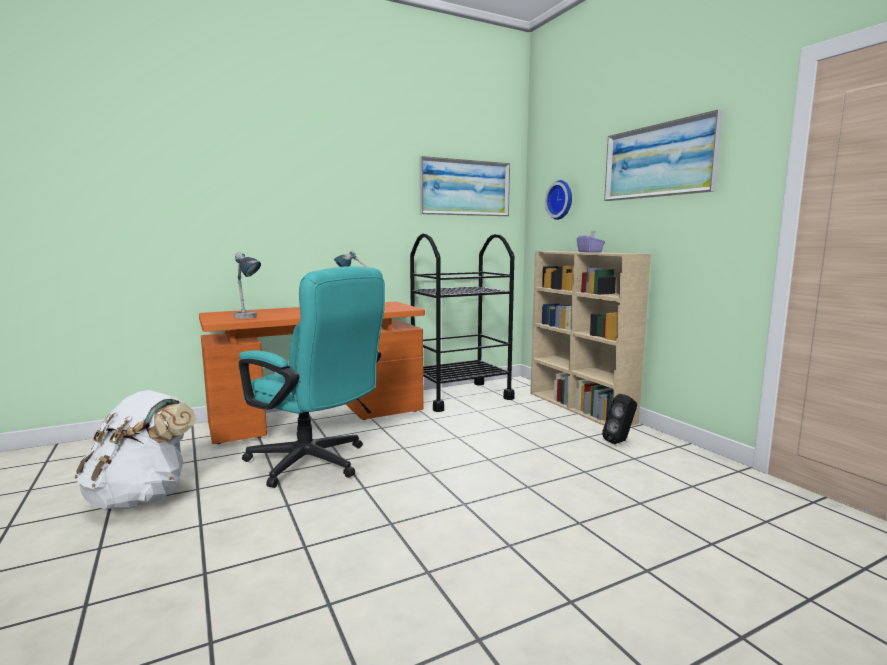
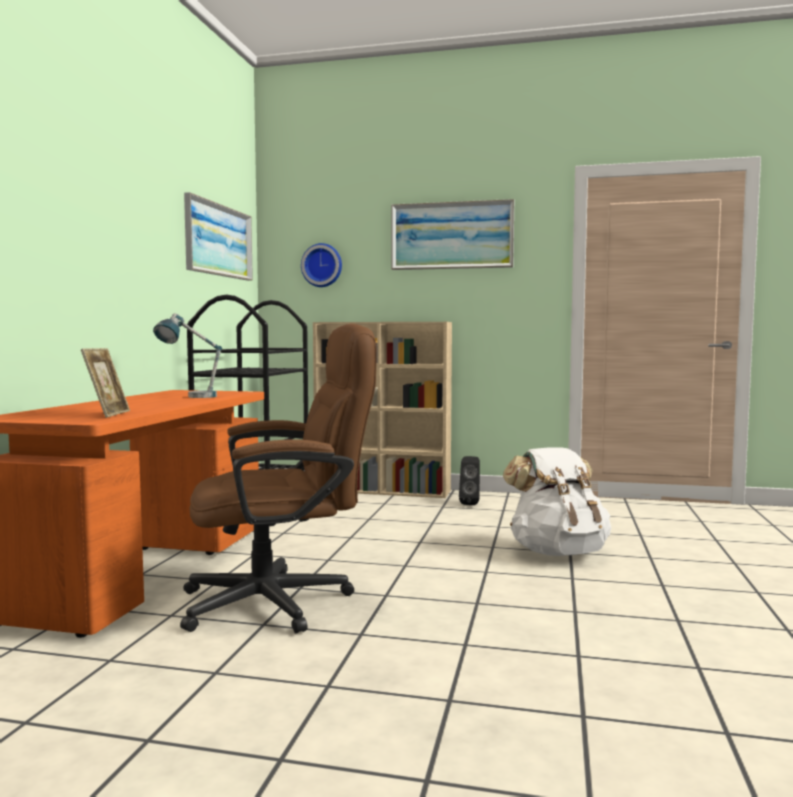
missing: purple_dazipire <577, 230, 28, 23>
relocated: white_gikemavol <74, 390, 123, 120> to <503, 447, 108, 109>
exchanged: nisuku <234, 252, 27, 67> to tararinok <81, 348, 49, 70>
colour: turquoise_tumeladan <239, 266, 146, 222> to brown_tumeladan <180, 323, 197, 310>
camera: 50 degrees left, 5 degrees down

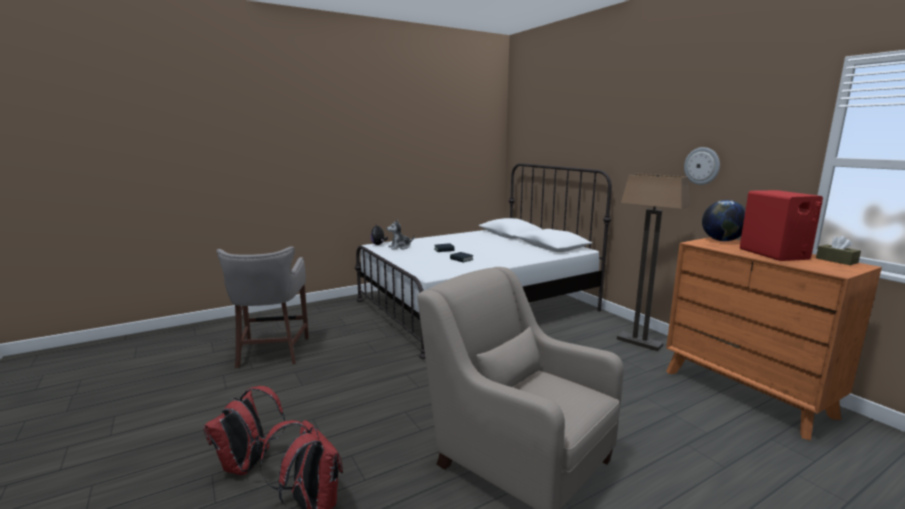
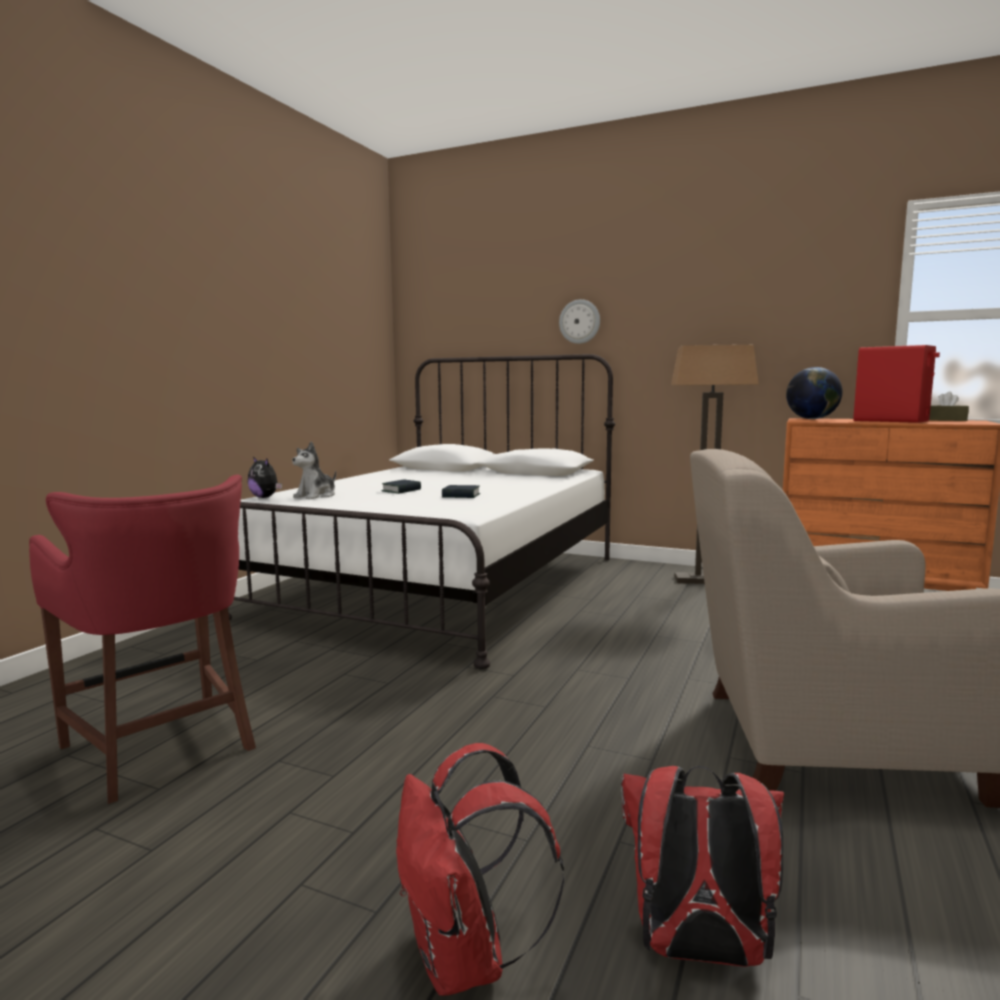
relocated: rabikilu <684, 147, 36, 38> to <559, 299, 41, 45>
colour: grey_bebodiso <216, 247, 93, 121> to red_bebodiso <29, 475, 227, 329>
camera: 35 degrees left, 5 degrees down

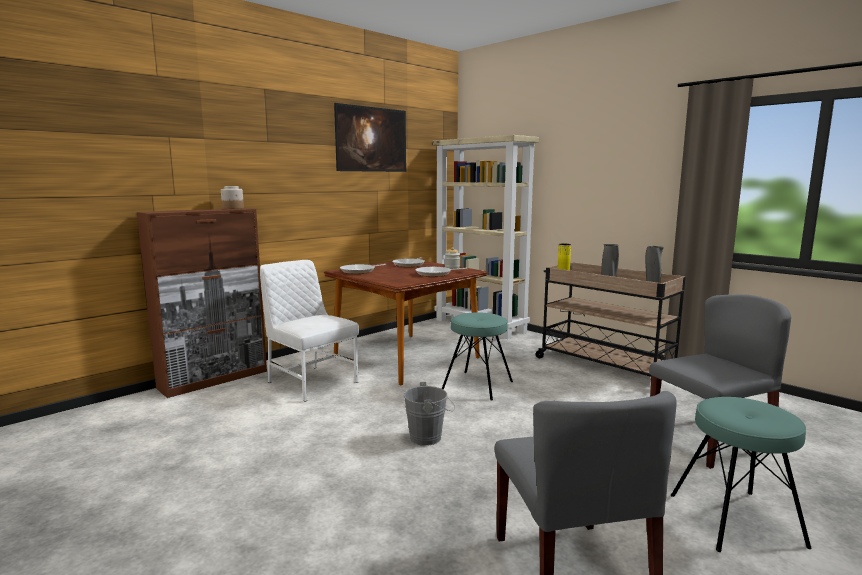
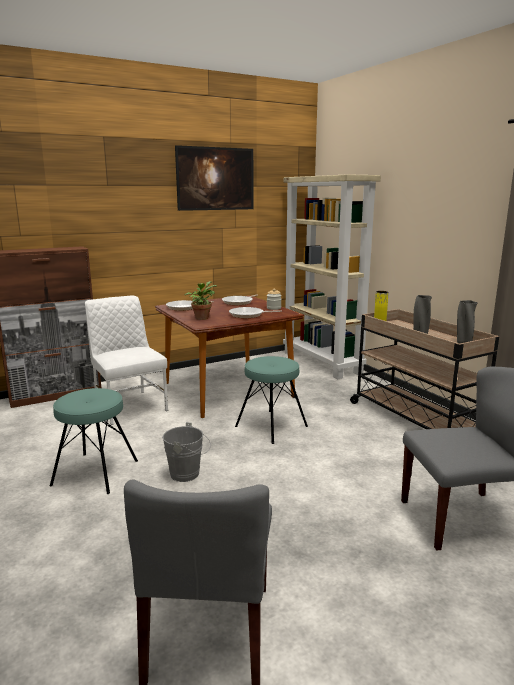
missing: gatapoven <221, 186, 23, 23>
appeared: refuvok <185, 281, 32, 39>
relocated: turquoise_bebodiso <671, 397, 140, 155> to <50, 388, 88, 106>
camera: 15 degrees right, 5 degrees up

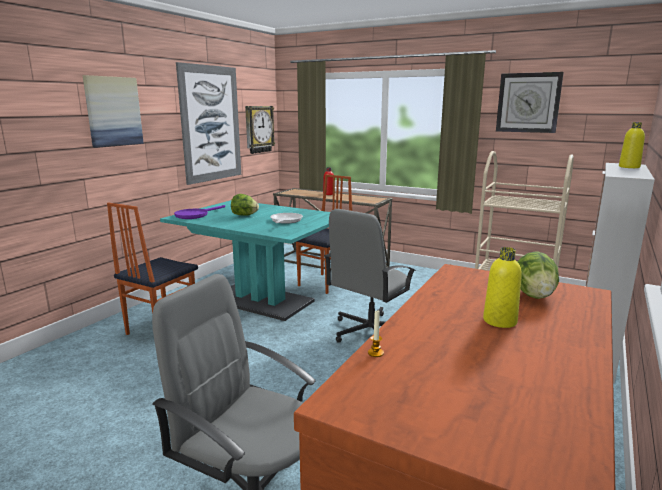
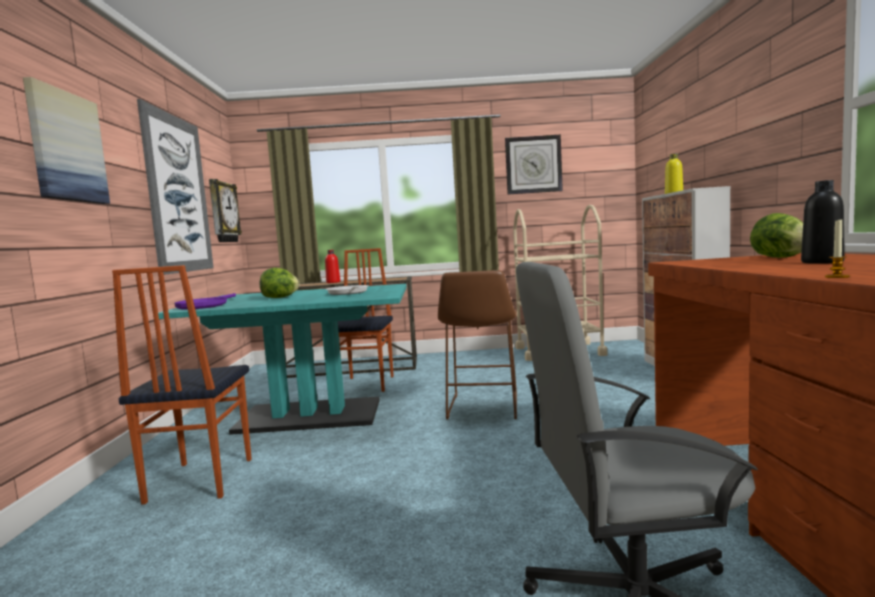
exchanged: grey_tumeladan <324, 209, 92, 134> to brown_bebodiso <438, 270, 79, 150>
colour: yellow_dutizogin <483, 247, 39, 81> to black_dutizogin <801, 180, 44, 84>
camera: 30 degrees left, 10 degrees down

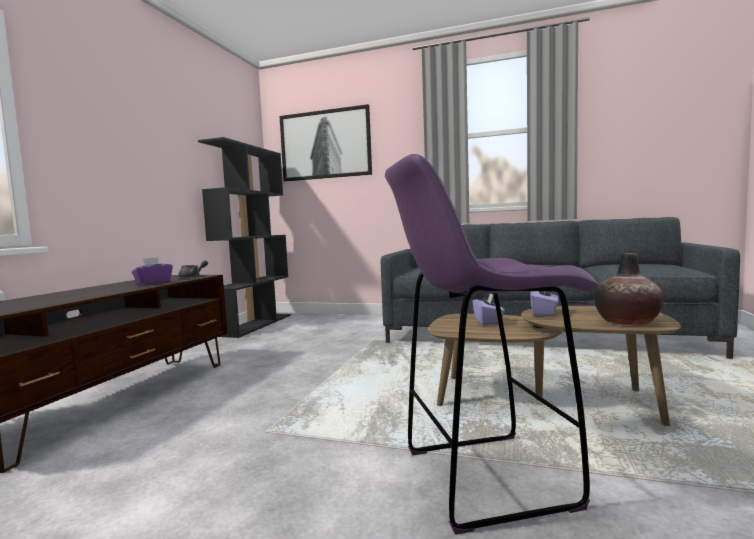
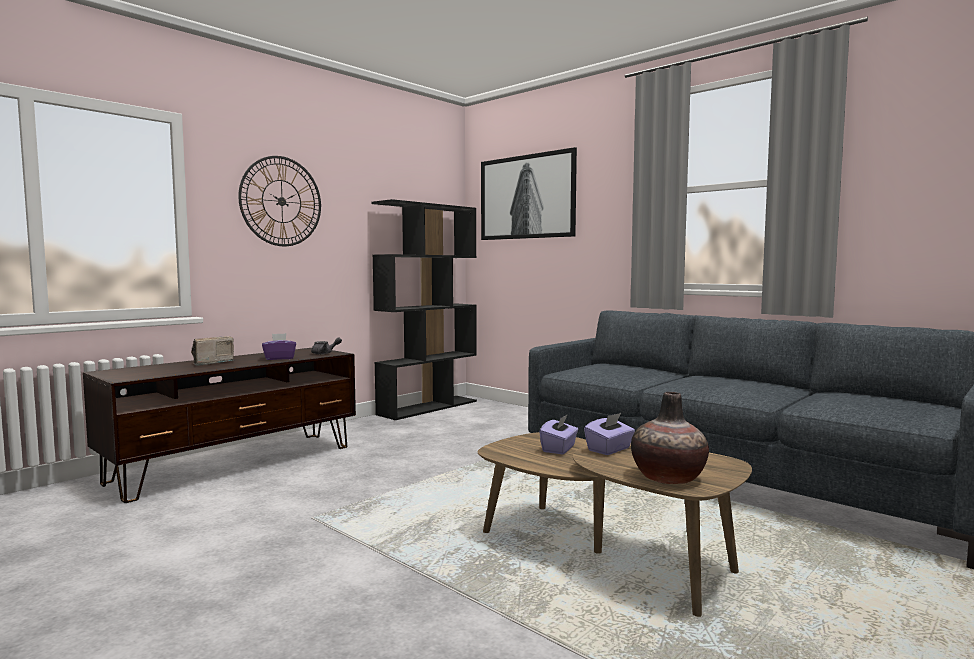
missing: purple_bebodiso <385, 154, 214, 381>
appeared: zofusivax <191, 336, 43, 30>; rabikilu <238, 156, 83, 90>
camera: 25 degrees right, 0 degrees up

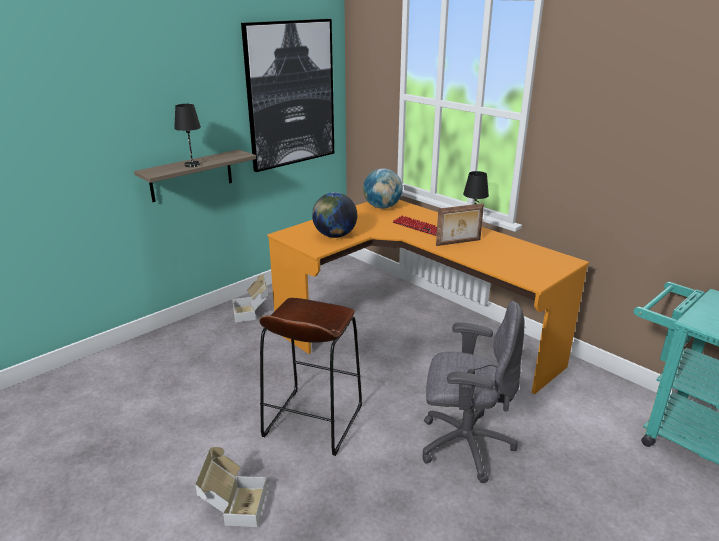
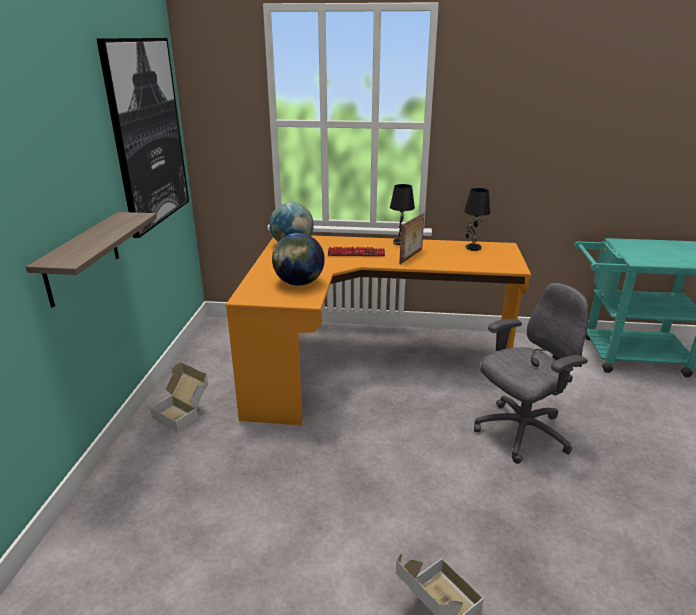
missing: brown_bebodiso <259, 298, 103, 158>
relocated: black_nisuku <174, 104, 27, 63> to <464, 188, 26, 63>
camera: 40 degrees left, 0 degrees up

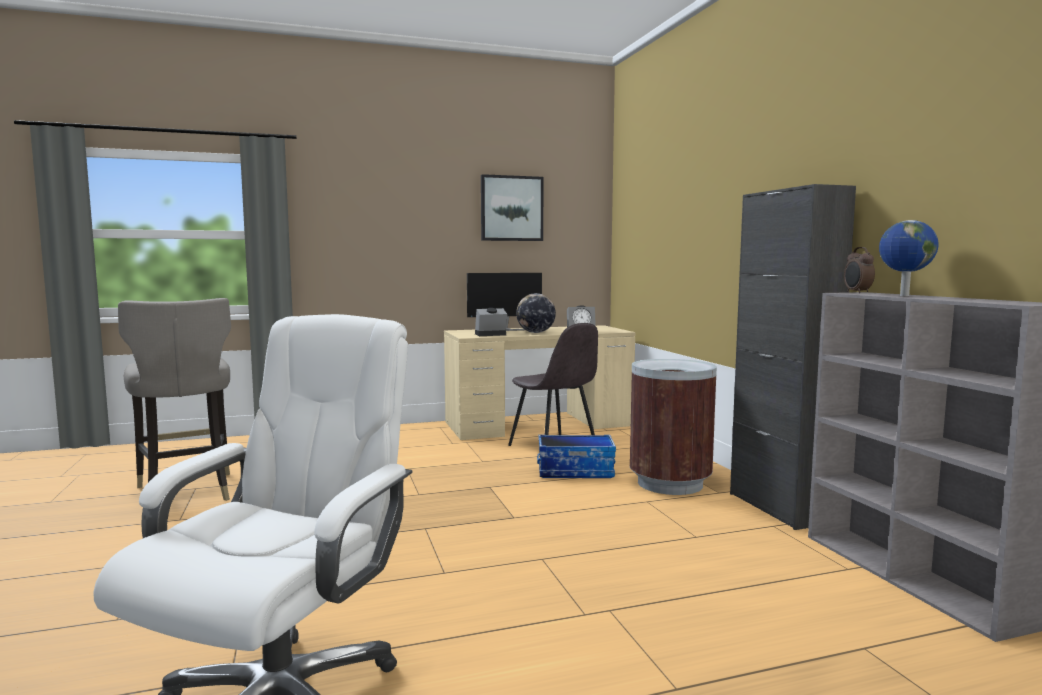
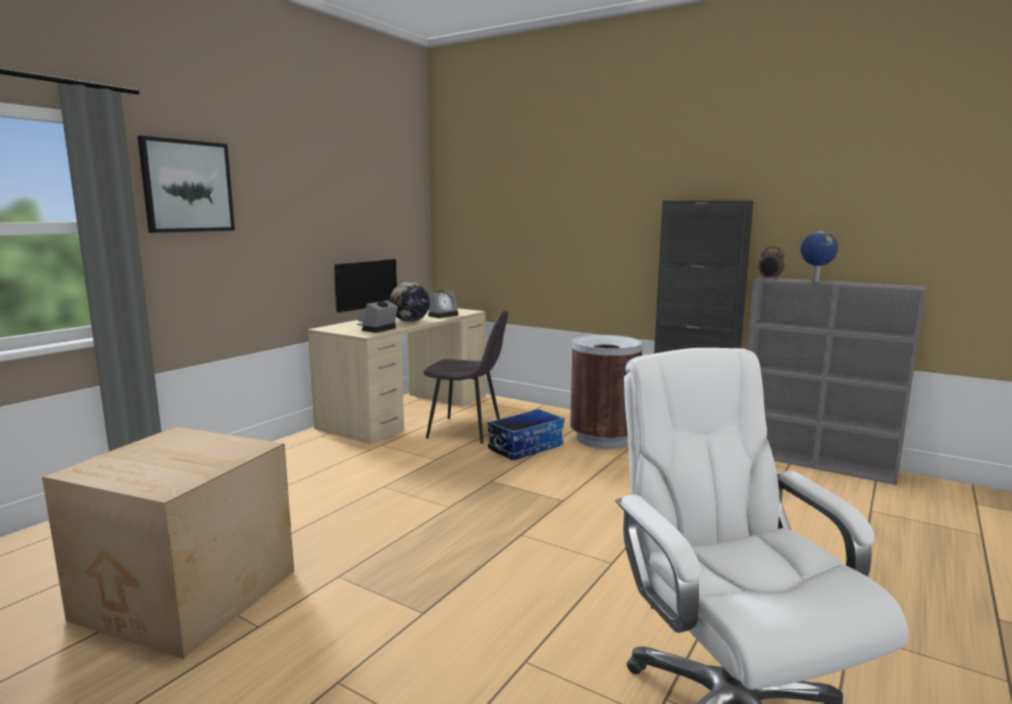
relocated: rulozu <481, 174, 63, 67> to <138, 136, 97, 97>
exchanged: grey_bebodiso <118, 298, 113, 203> to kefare <42, 426, 252, 233>
camera: 40 degrees left, 5 degrees up

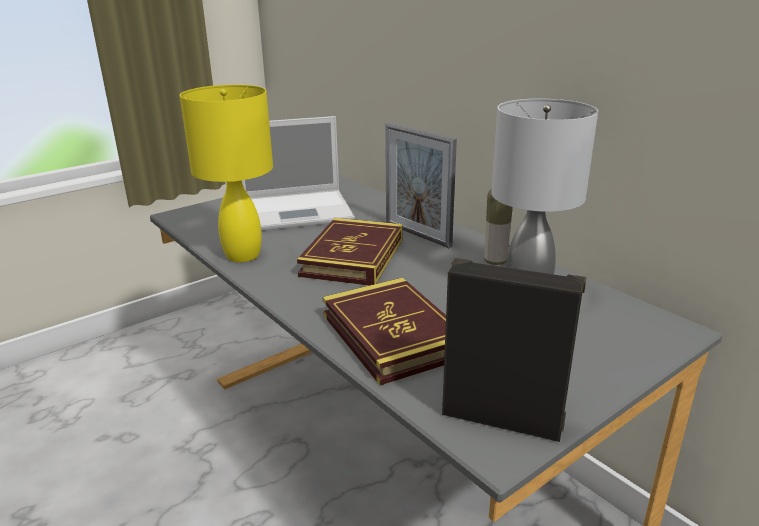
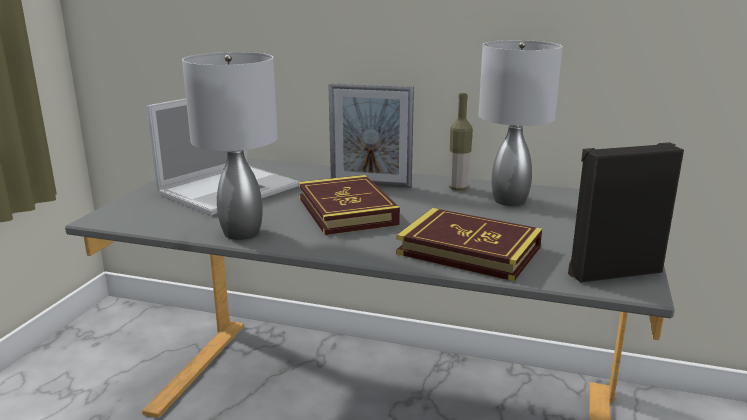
colour: yellow_nisuku <180, 85, 93, 177> to grey_nisuku <182, 52, 96, 188>
camera: 35 degrees left, 5 degrees down

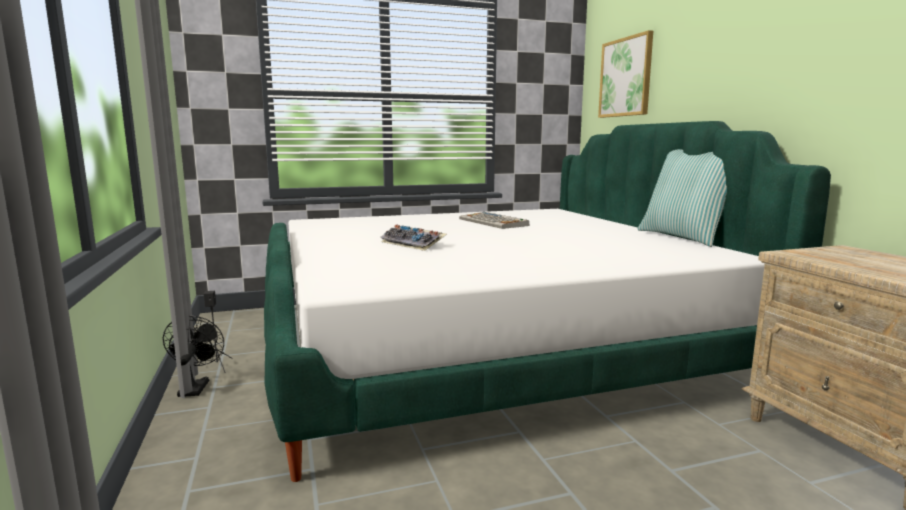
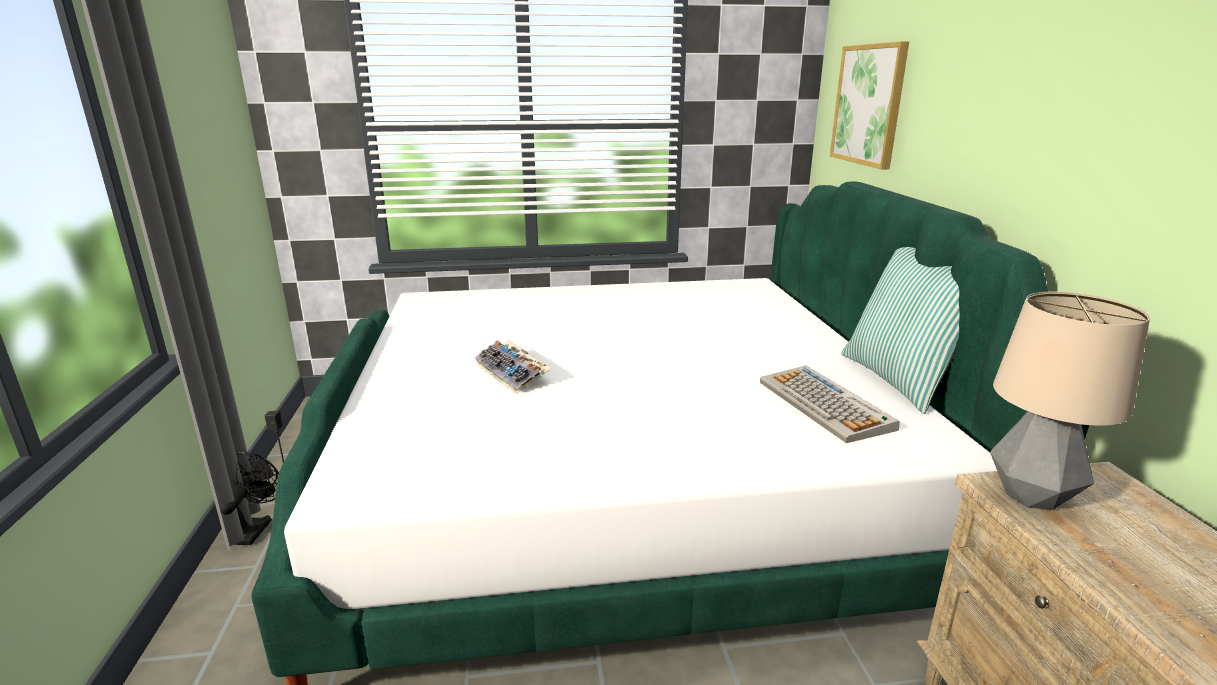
appeared: nisuku <990, 292, 160, 218>
relocated: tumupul <459, 212, 70, 17> to <760, 365, 140, 78>
camera: 10 degrees right, 10 degrees up

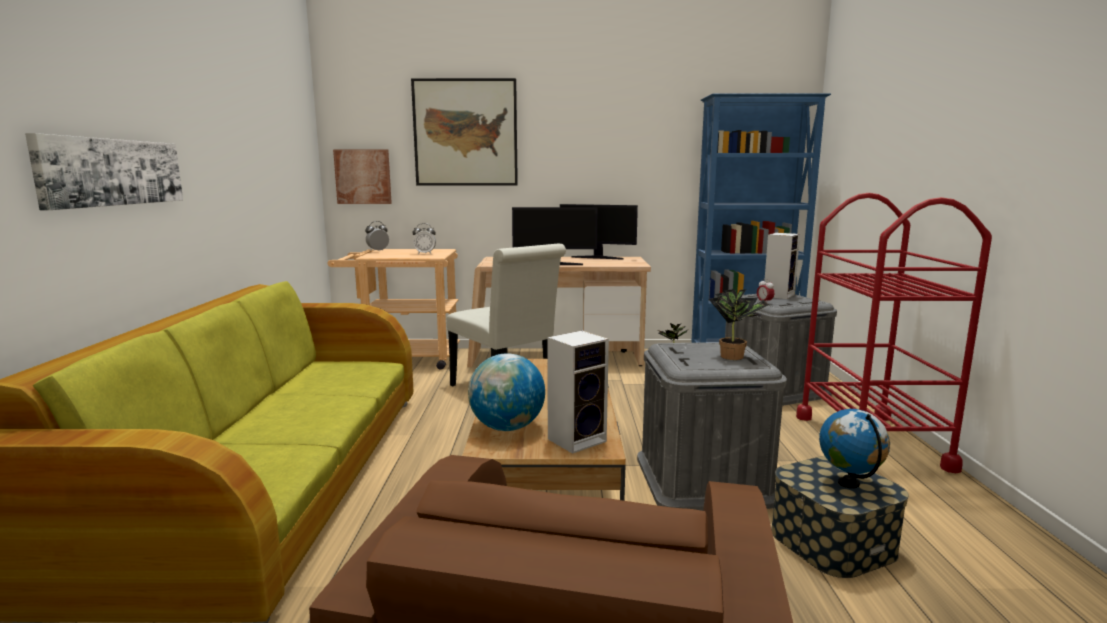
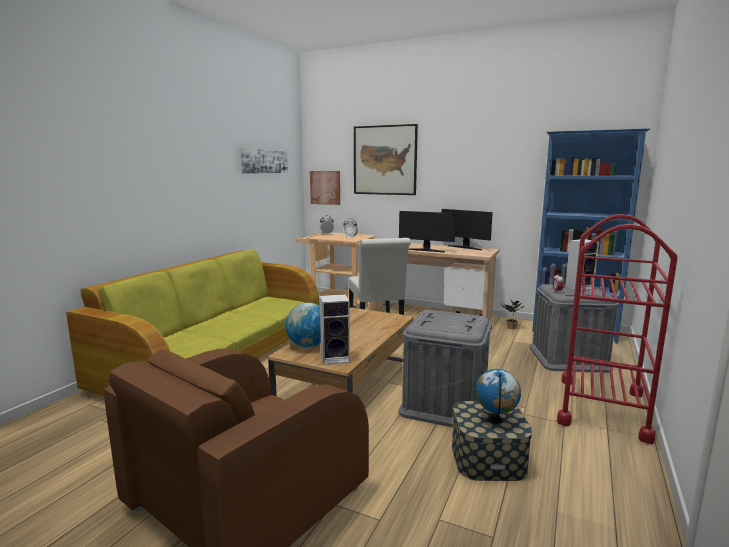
missing: refuvok <709, 289, 59, 71>
relocated: rulozu <25, 133, 158, 77> to <241, 148, 47, 26>
camera: 25 degrees right, 0 degrees up

